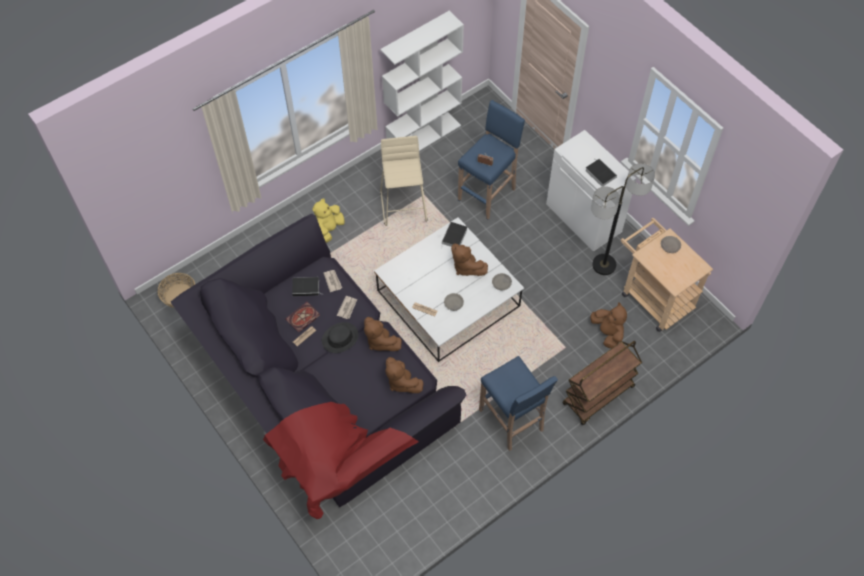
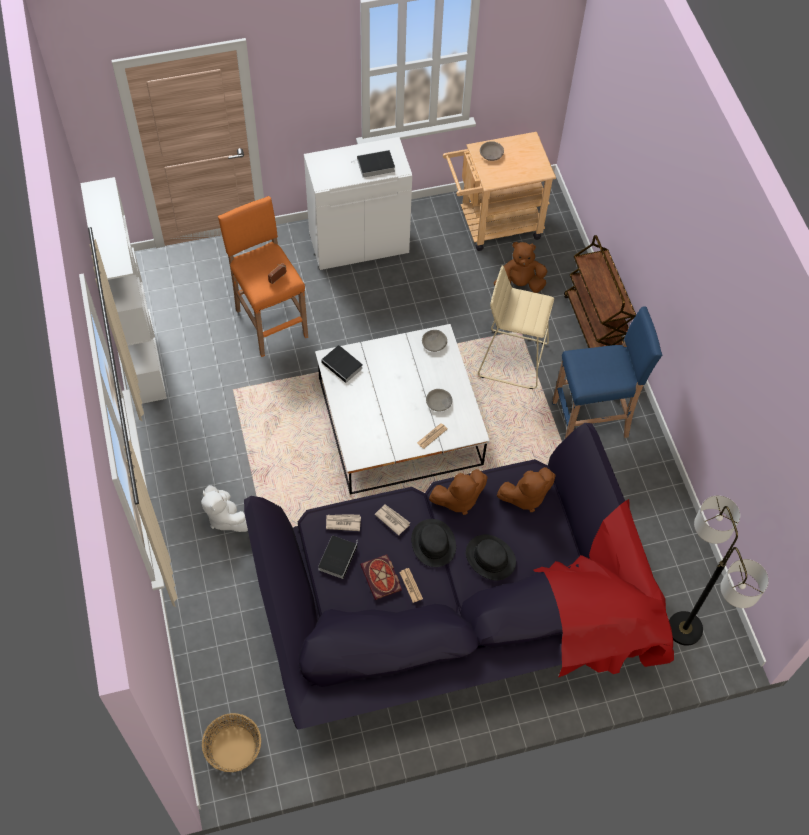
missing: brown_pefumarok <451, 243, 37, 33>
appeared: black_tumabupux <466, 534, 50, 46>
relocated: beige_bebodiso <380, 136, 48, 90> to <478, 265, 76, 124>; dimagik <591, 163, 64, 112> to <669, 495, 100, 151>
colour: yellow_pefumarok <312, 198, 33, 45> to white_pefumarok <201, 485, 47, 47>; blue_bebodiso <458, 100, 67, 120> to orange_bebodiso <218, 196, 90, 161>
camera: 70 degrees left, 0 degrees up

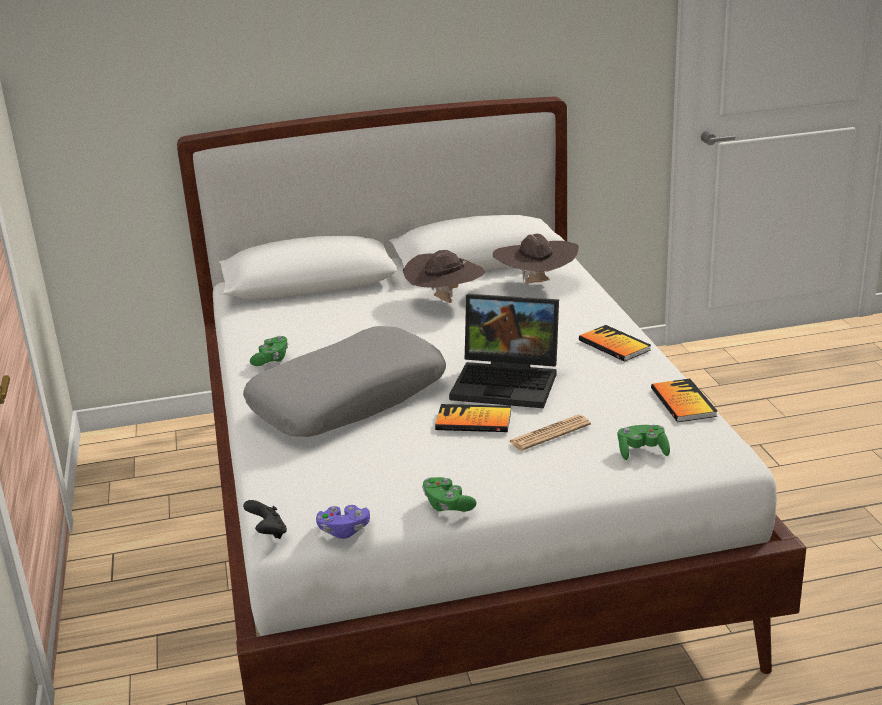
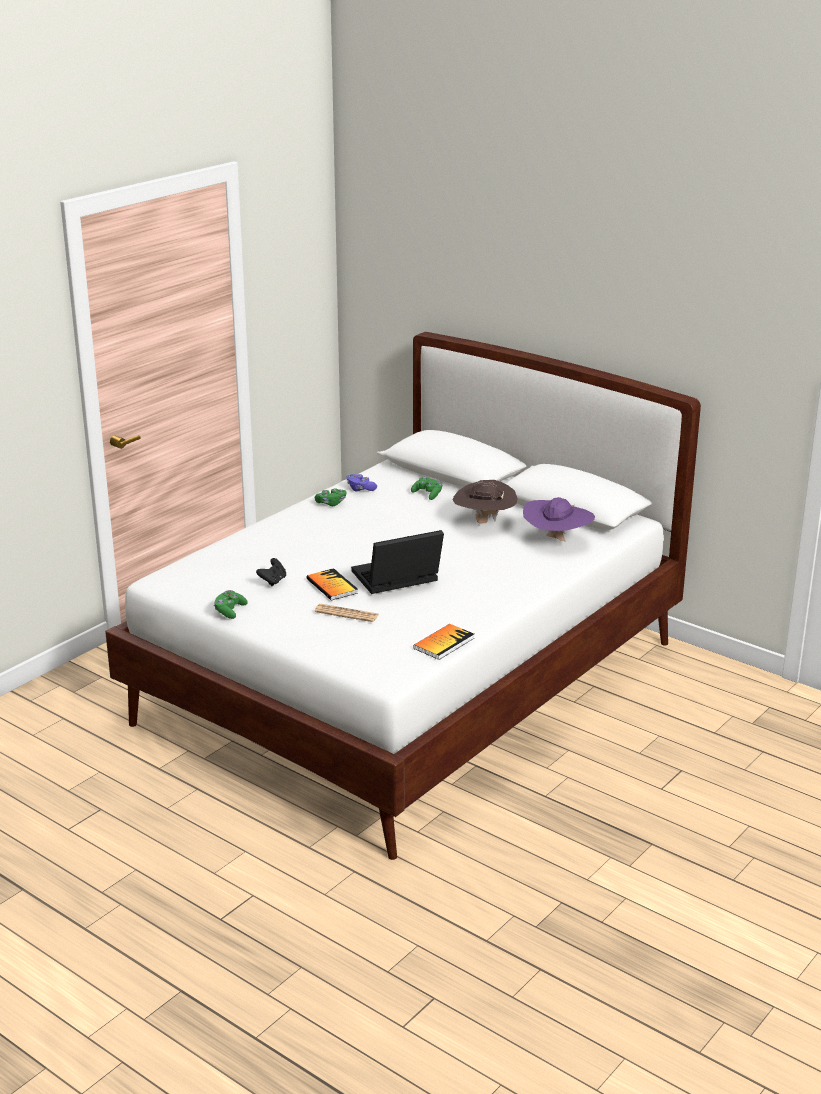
missing: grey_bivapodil <243, 326, 203, 111>; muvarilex <579, 325, 72, 37>
relocated: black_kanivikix <243, 500, 44, 39> to <256, 558, 30, 28>; purple_kanivikix <316, 505, 54, 34> to <346, 474, 31, 17>; green_kanivikix <618, 425, 52, 35> to <411, 477, 31, 23>
colour: brown_tumabupux <493, 234, 86, 50> to purple_tumabupux <523, 497, 72, 44>
spun: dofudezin <449, 294, 110, 114> = <351, 530, 93, 64> 90 degrees clockwise
camera: 50 degrees right, 0 degrees up

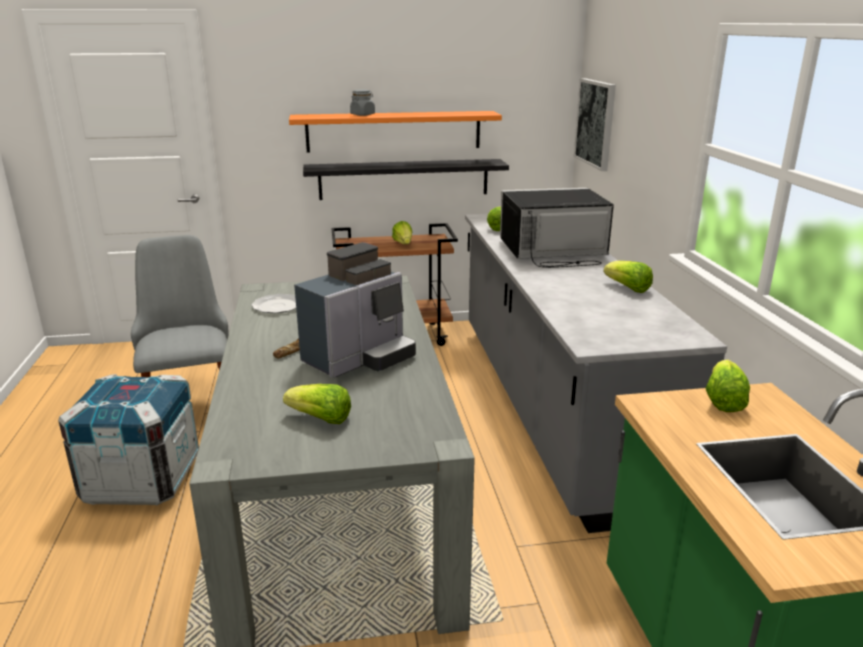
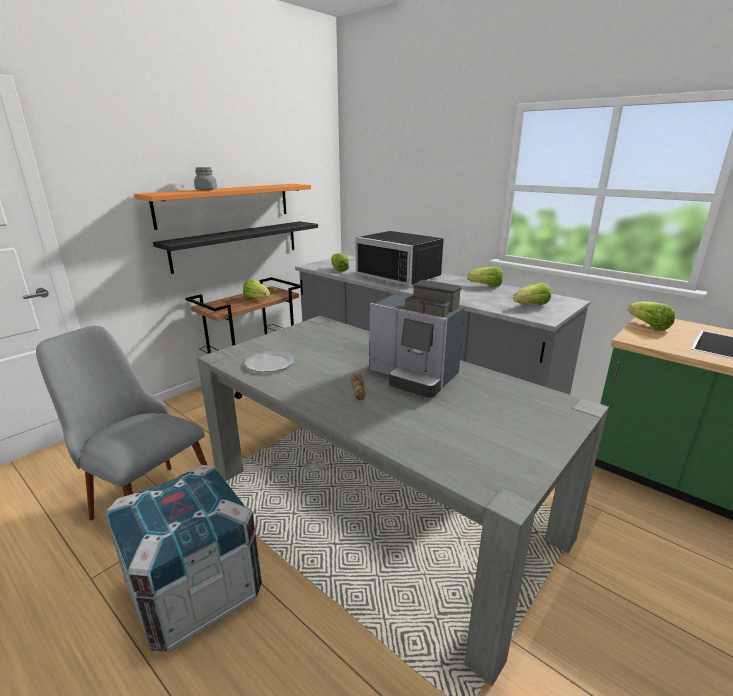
missing: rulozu <574, 78, 42, 93>
relocated: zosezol <283, 384, 68, 40> to <513, 282, 38, 23>
spun: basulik <294, 242, 122, 136> = <369, 280, 96, 118> 120 degrees clockwise; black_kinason <500, 188, 114, 80> = <356, 231, 88, 55> 90 degrees counterclockwise
camera: 40 degrees left, 0 degrees up

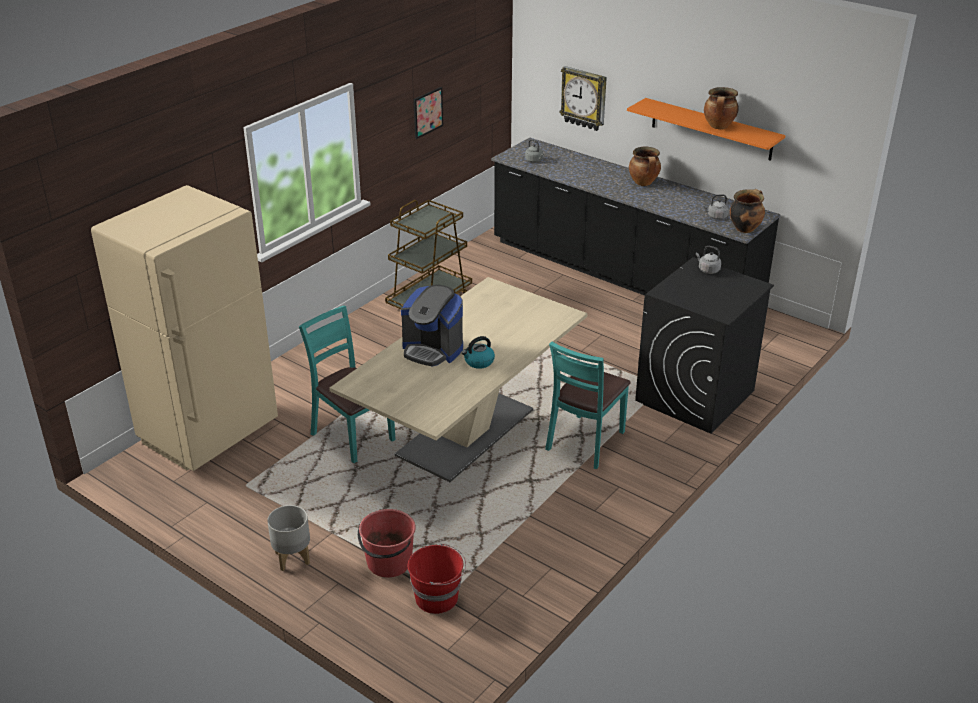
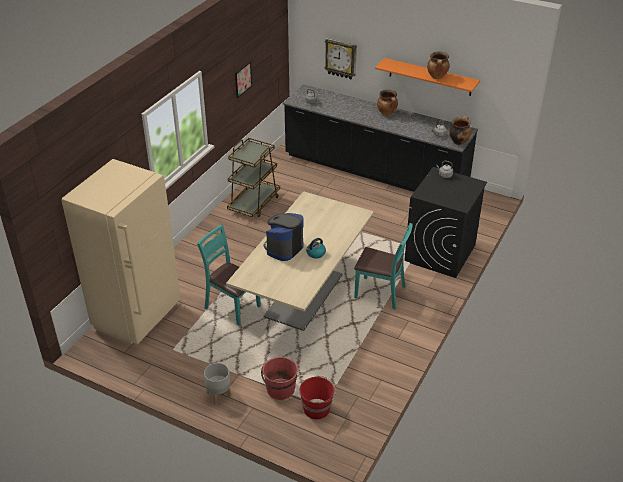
spun: basulik <401, 285, 62, 82> = <263, 213, 41, 48> 105 degrees clockwise; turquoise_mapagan <545, 342, 86, 127> = <354, 223, 59, 87> 90 degrees counterclockwise
camera: 10 degrees left, 5 degrees up

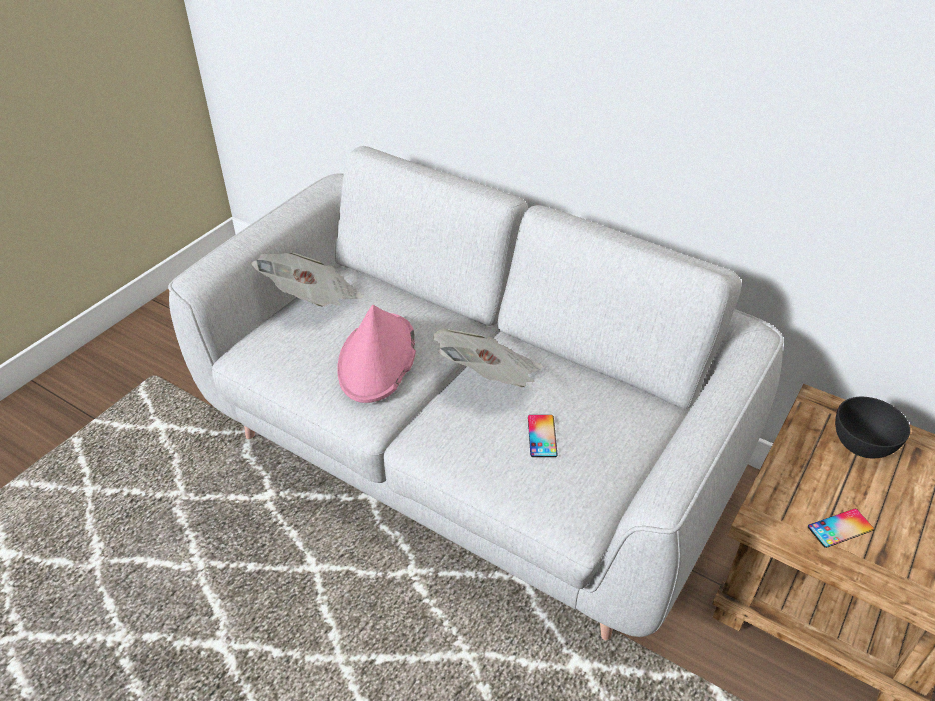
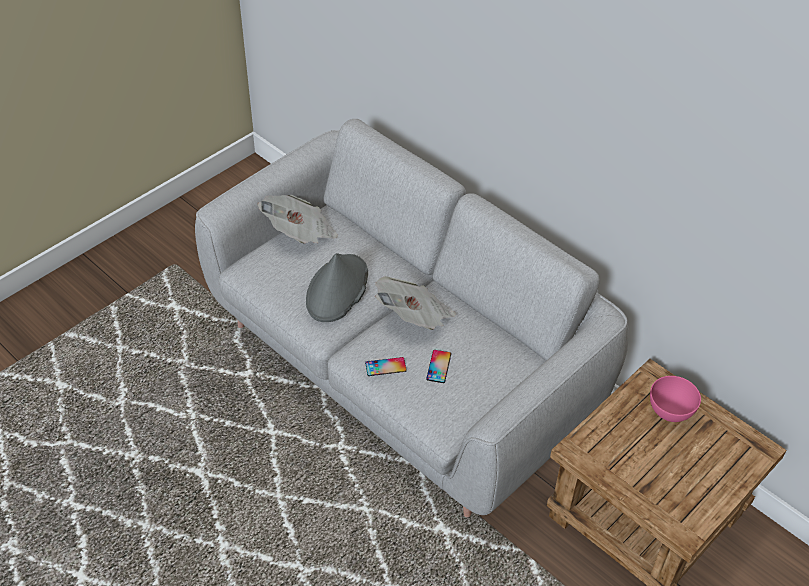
relocated: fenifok <808, 509, 66, 39> to <365, 357, 42, 19>
colour: pink_tumabupux <337, 305, 79, 98> to grey_tumabupux <306, 253, 62, 69>; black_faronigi <835, 397, 75, 61> to pink_faronigi <650, 376, 51, 46>
camera: 10 degrees right, 5 degrees up

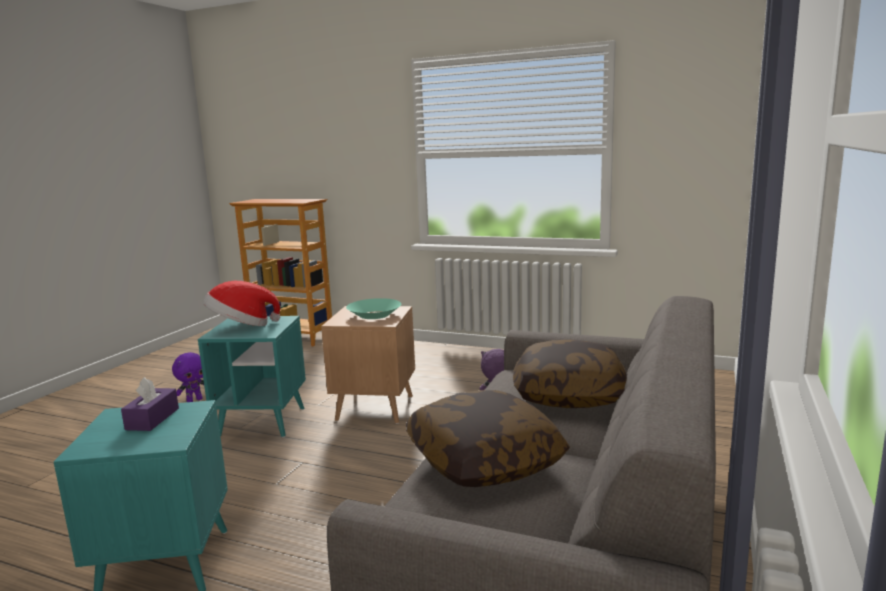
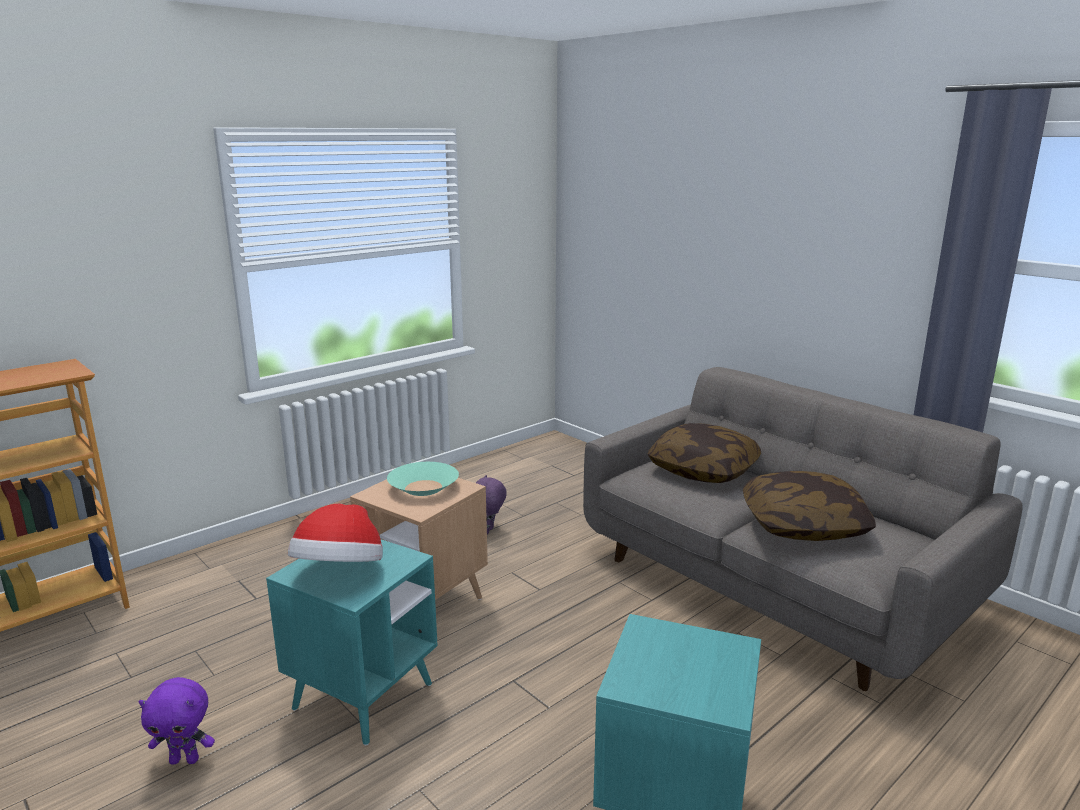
missing: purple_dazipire <121, 377, 58, 54>
spun: purple_pefumarok <172, 352, 32, 50> = <138, 677, 77, 88> 105 degrees clockwise
camera: 65 degrees left, 5 degrees up

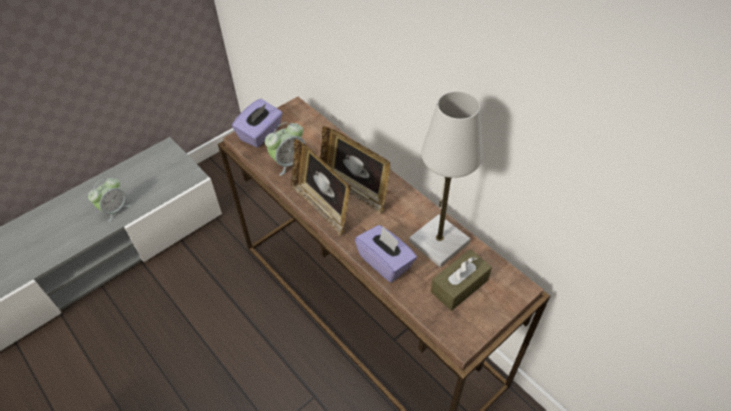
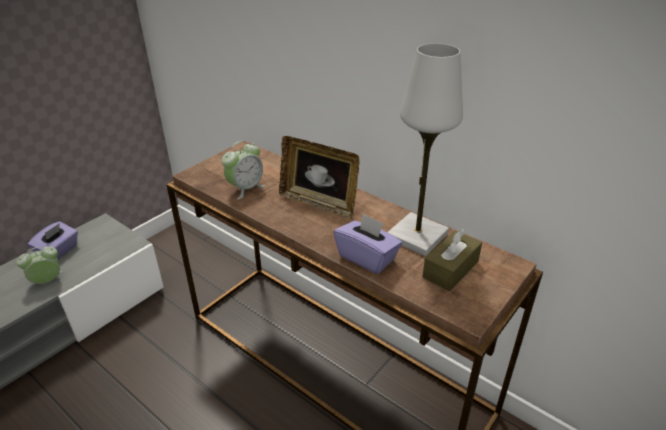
missing: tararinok <291, 139, 60, 97>
relocated: purple_dazipire <232, 99, 51, 49> to <28, 221, 50, 38>
spun: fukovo <88, 178, 43, 44> = <16, 246, 46, 38> 150 degrees counterclockwise
camera: 10 degrees left, 15 degrees down

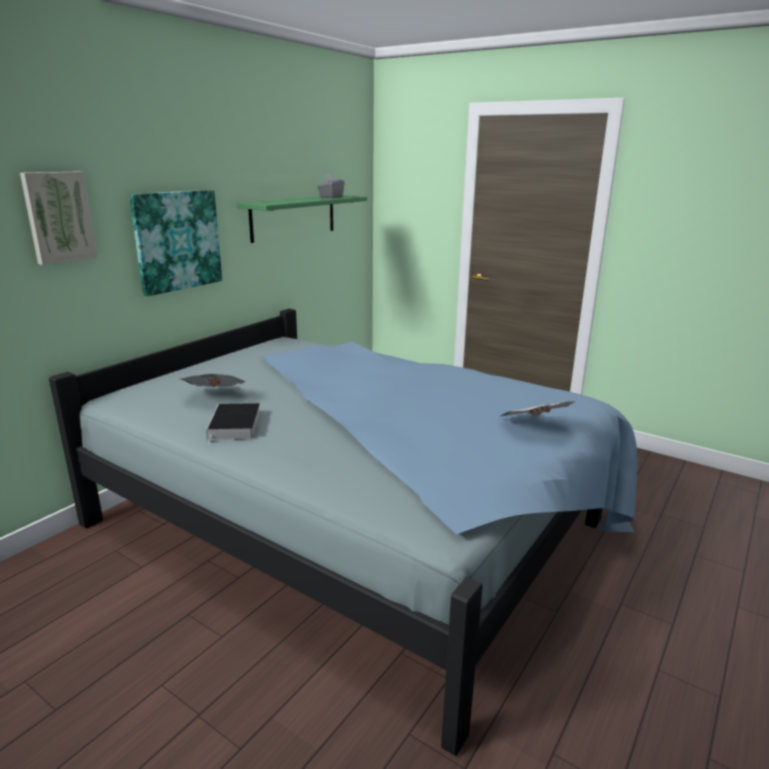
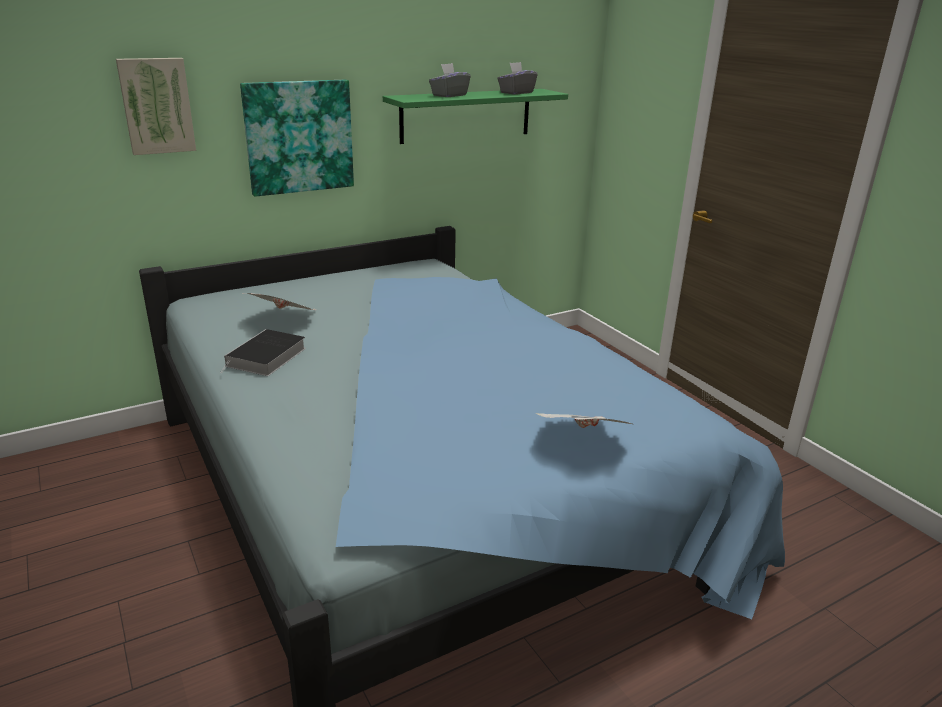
appeared: grey_dazipire <429, 63, 42, 34>
camera: 25 degrees right, 5 degrees up

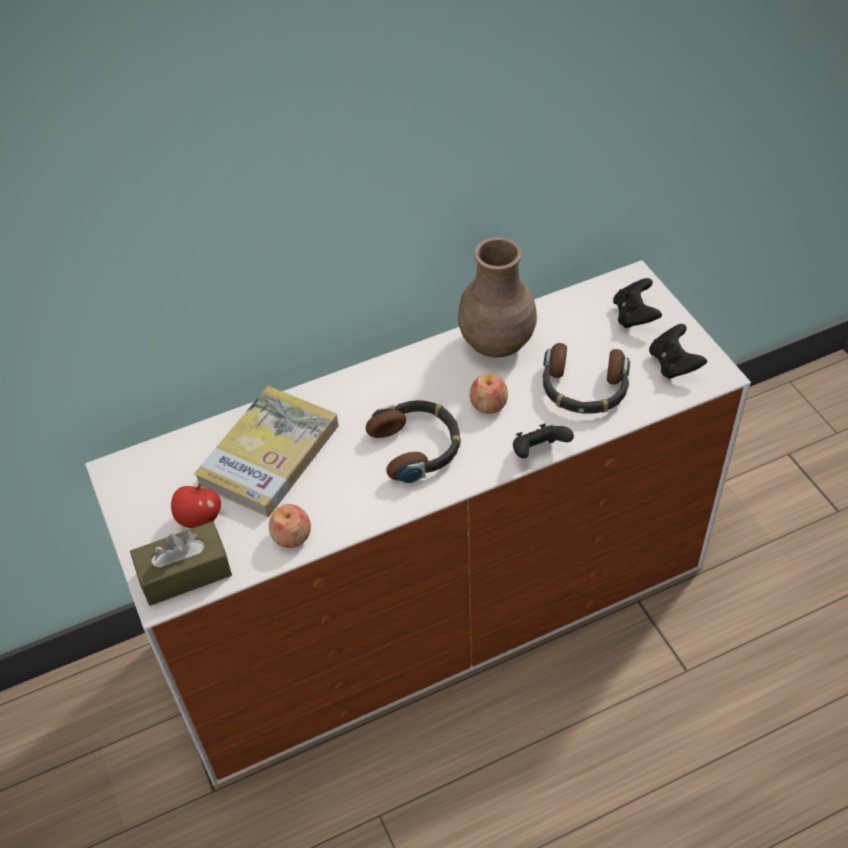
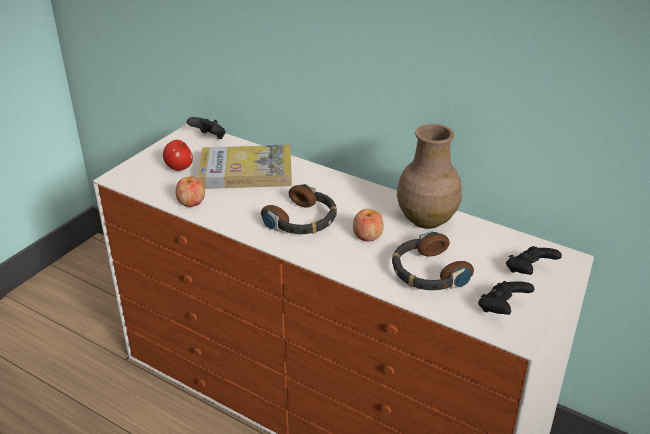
missing: brown_dazipire <130, 521, 102, 85>
relocated: black_kanivikix <513, 424, 61, 34> to <187, 117, 39, 22>
camera: 55 degrees right, 15 degrees down

